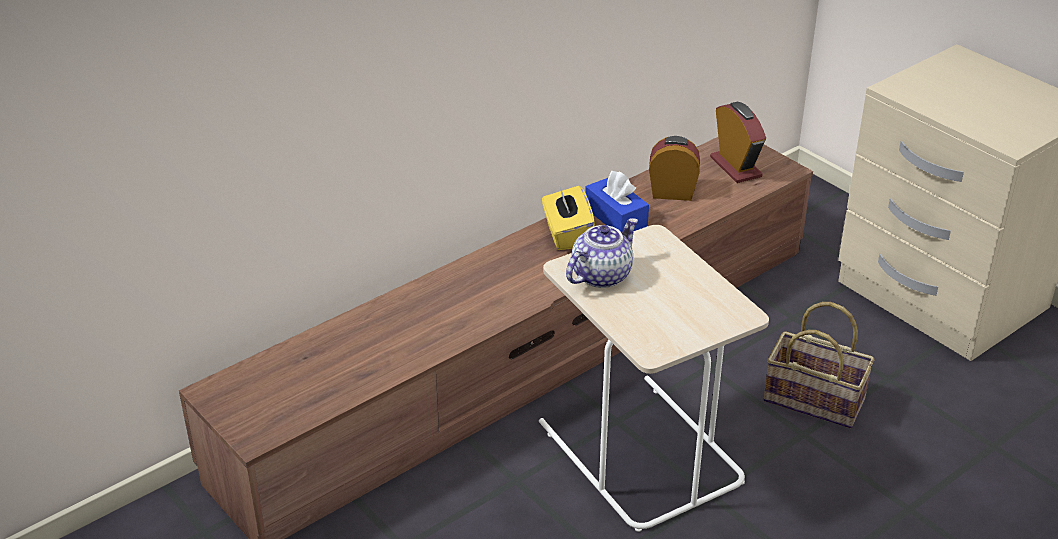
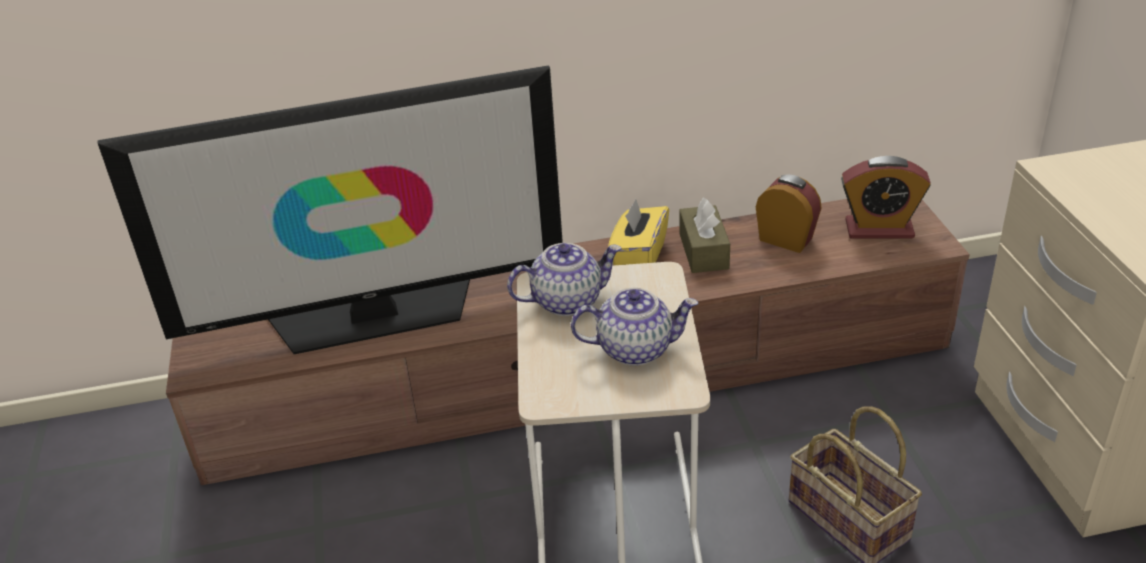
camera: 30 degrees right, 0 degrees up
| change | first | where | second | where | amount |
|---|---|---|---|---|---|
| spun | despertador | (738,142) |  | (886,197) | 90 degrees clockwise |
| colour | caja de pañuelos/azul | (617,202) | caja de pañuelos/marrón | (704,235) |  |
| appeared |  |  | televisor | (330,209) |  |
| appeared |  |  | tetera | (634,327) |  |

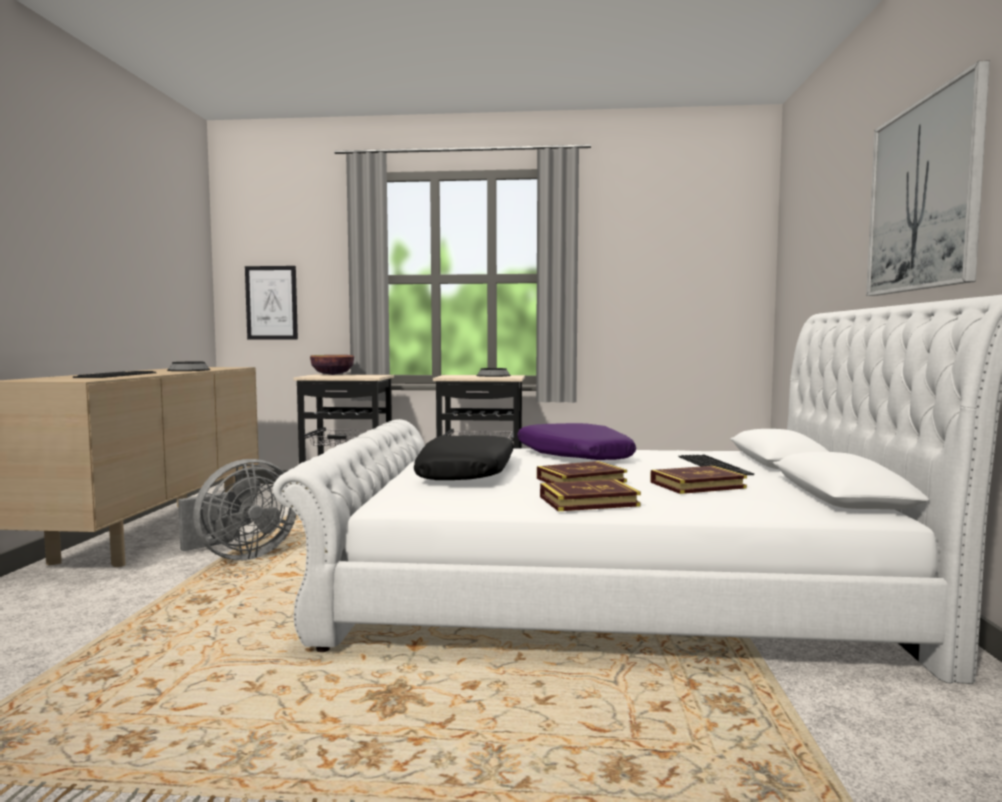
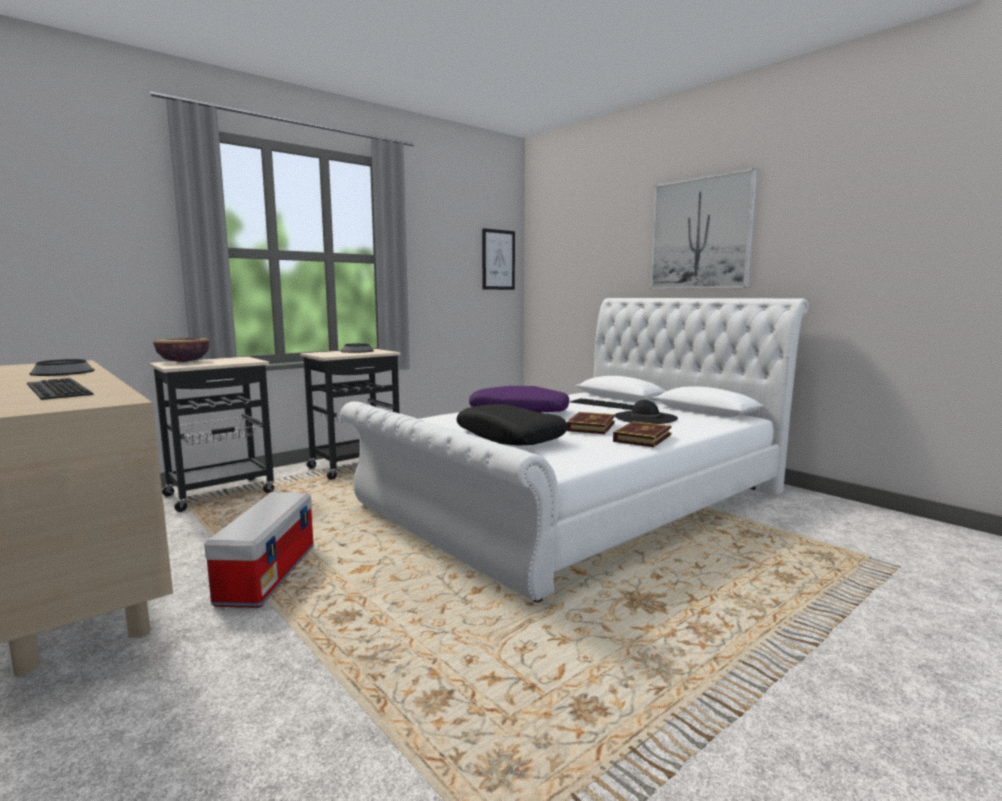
camera: 45 degrees left, 5 degrees up
| change | first | where | second | where | amount |
|---|---|---|---|---|---|
| relocated | cuadro | (271,302) |  | (498,259) |  |
| exchanged | ventilador/gris | (237,509) | caja de almacenaje | (259,550) |  |
| exchanged | libro | (698,480) | sombrero/negro | (646,412) |  |

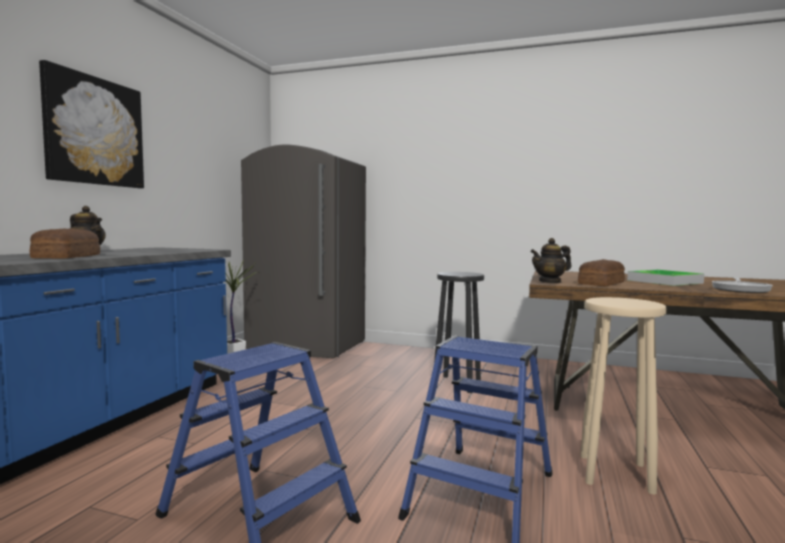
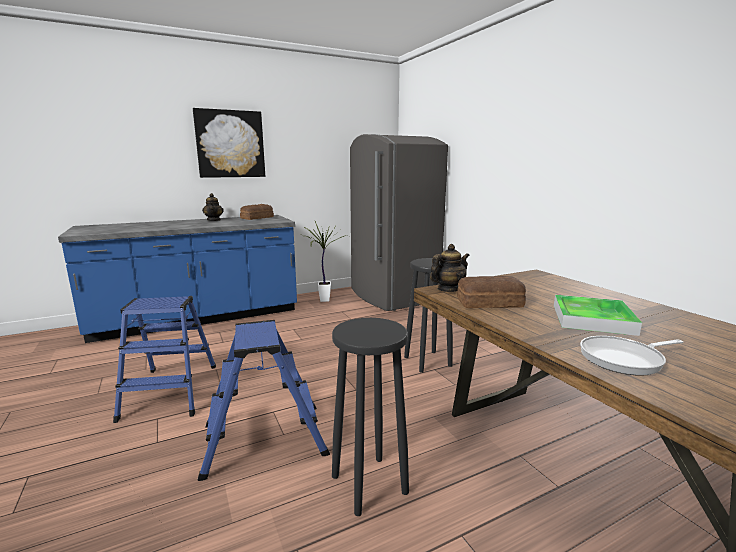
camera: 45 degrees right, 10 degrees up
| change | first | where | second | where | amount |
|---|---|---|---|---|---|
| relocated | pan | (65,243) |  | (257,212) |  |
| spun | tetera | (550,260) |  | (450,268) | 120 degrees clockwise |
| colour | taburete/beis | (623,395) | taburete/negro | (370,417) |  |

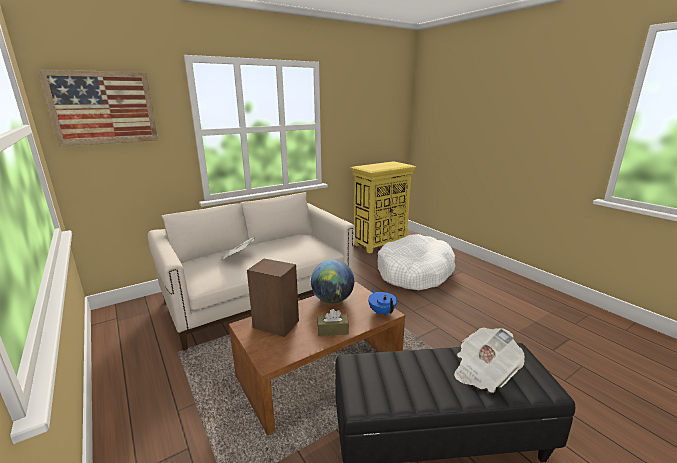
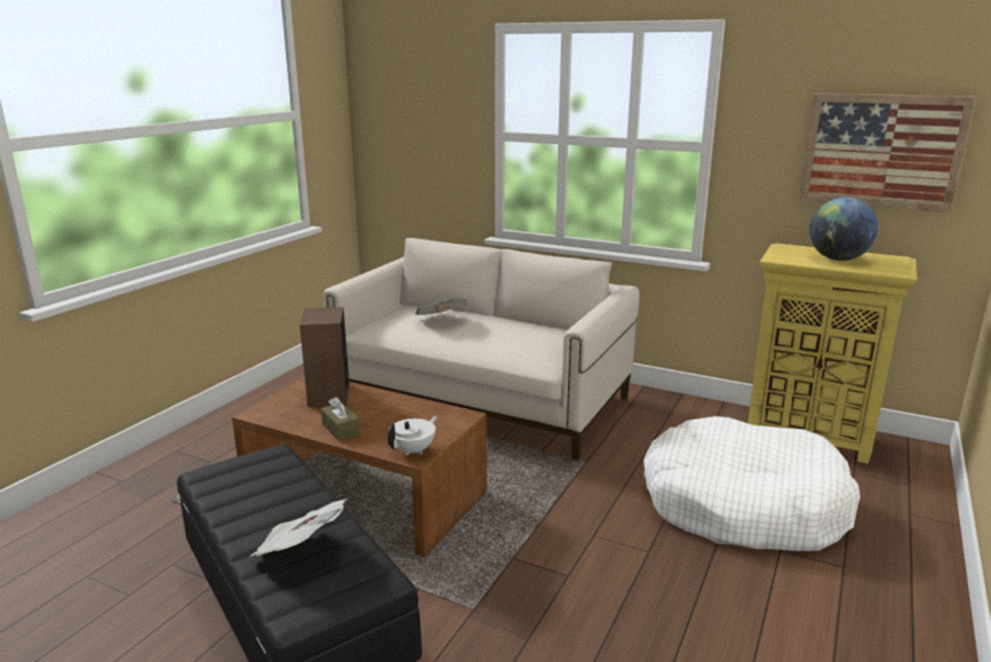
camera: 60 degrees right, 0 degrees up
| change | first | where | second | where | amount |
|---|---|---|---|---|---|
| relocated | cuadro | (98,108) |  | (887,153) |  |
| relocated | globo terráqueo | (332,281) |  | (843,229) |  |
| colour | tetera/azul | (382,302) | tetera/blanco | (412,435) |  |

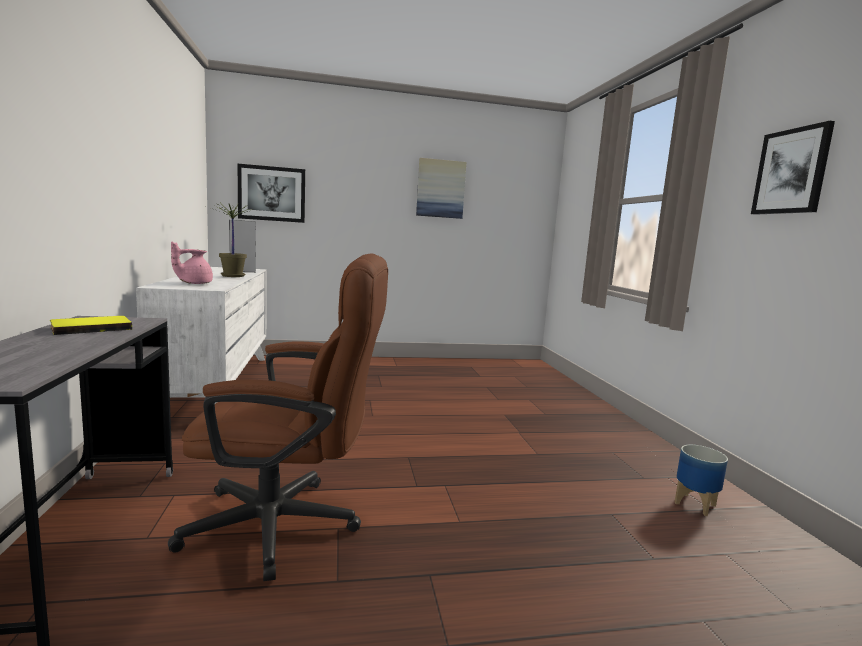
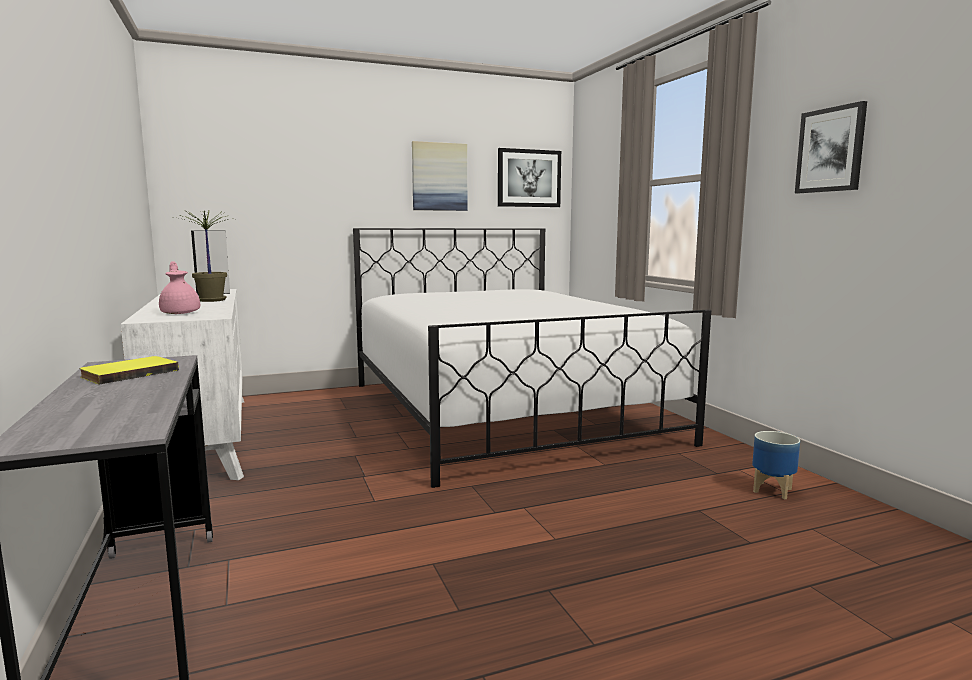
camera: 10 degrees left, 0 degrees up
| change | first | where | second | where | amount |
|---|---|---|---|---|---|
| relocated | cuadro | (271,193) |  | (529,177) |  |
| spun | tetera/rosa | (192,262) |  | (179,287) | 120 degrees clockwise |
| missing | silla de oficina/marrón | (278,417) |  |  |  |
| appeared |  |  | cama/blanco | (532,358) |  |

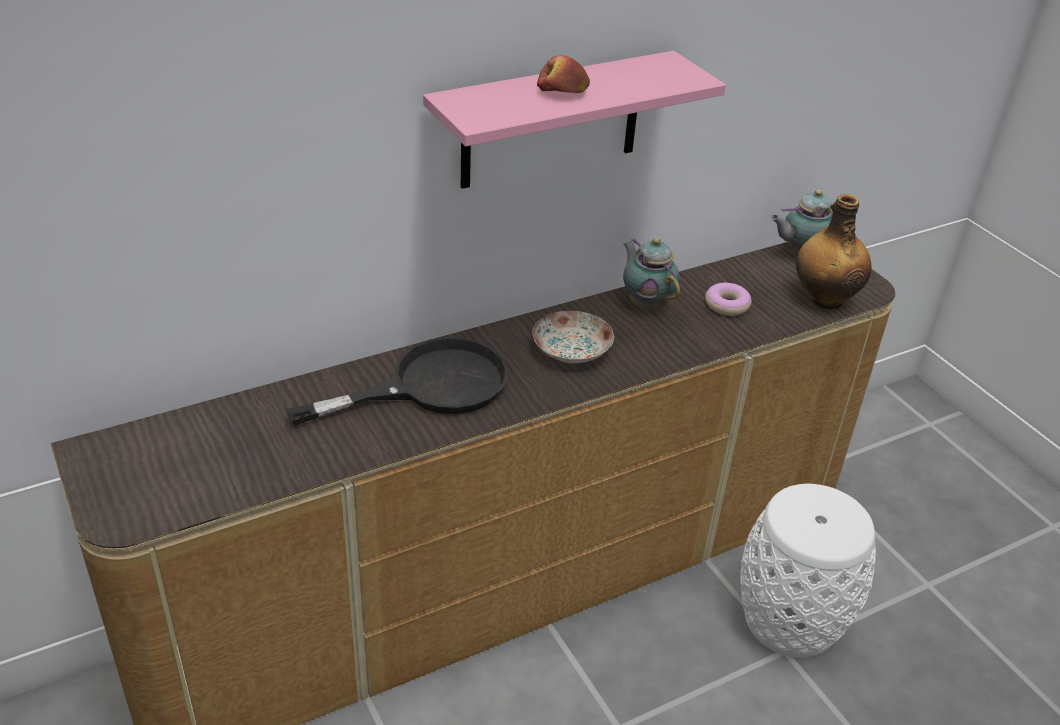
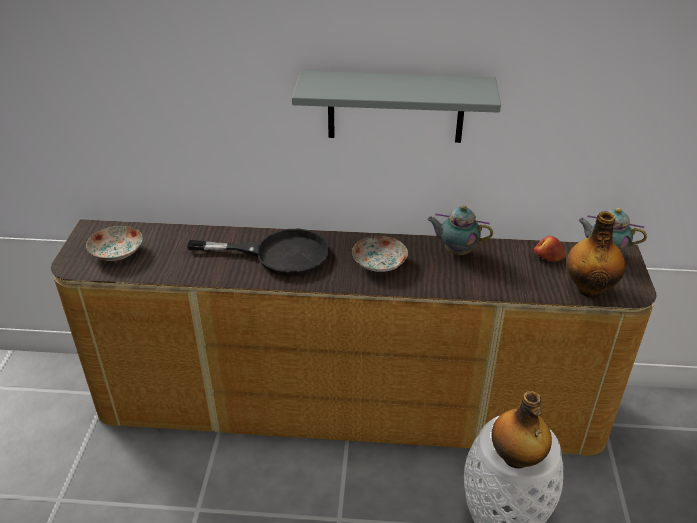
camera: 35 degrees right, 0 degrees up
| change | first | where | second | where | amount |
|---|---|---|---|---|---|
| colour | estante/rosa | (574,120) | estante/gris | (396,107) |  |
| relocated | manzana | (563,74) |  | (549,249) |  |
| spun | tetera | (651,273) |  | (460,230) | 75 degrees counterclockwise |
| missing | rosquilla | (728,299) |  |  |  |
| appeared |  |  | plato | (114,243) |  |
| appeared |  |  | botella | (522,429) |  |

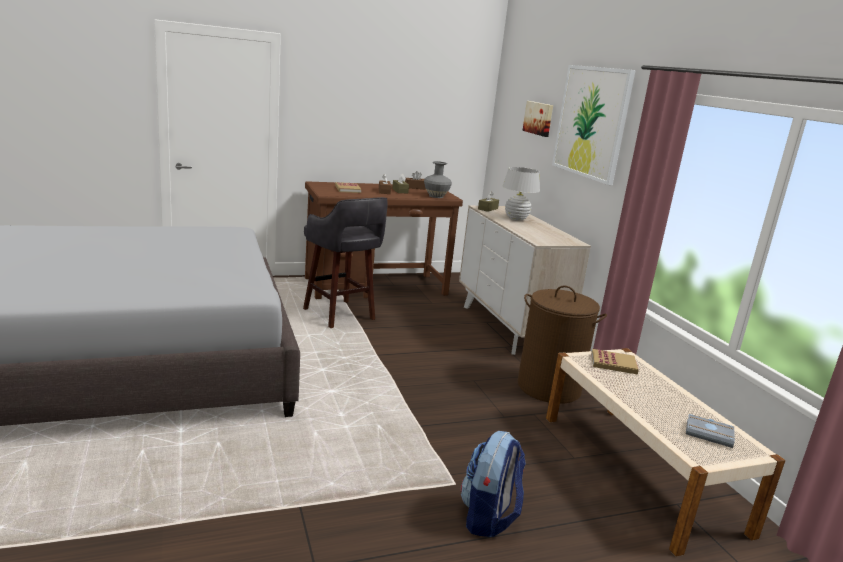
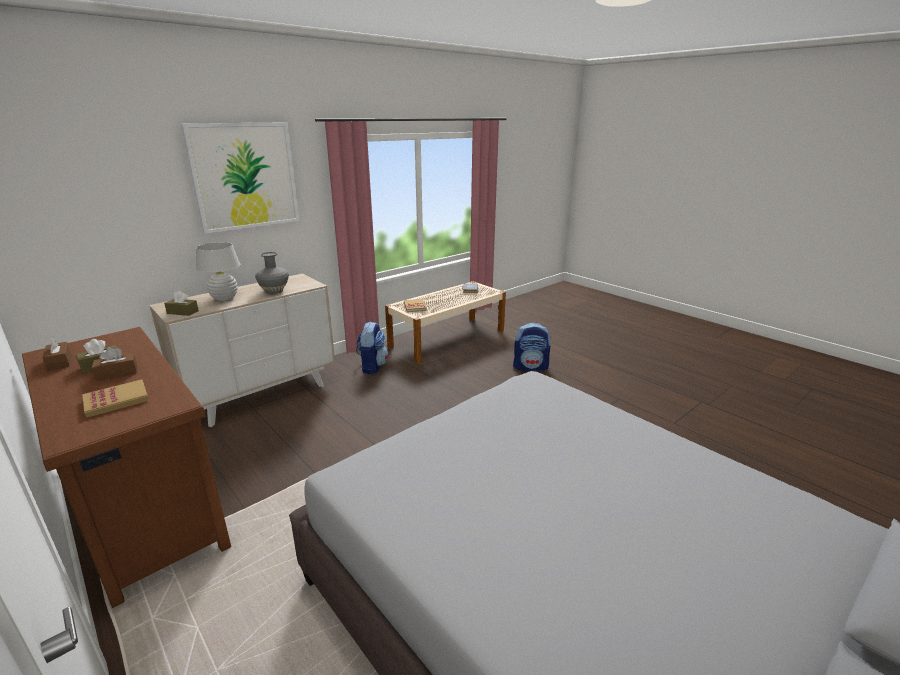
camera: 110 degrees left, 5 degrees up
| change | first | where | second | where | amount |
|---|---|---|---|---|---|
| missing | cuadro | (537,119) |  |  |  |
| relocated | florero/gris | (438,179) |  | (272,273) |  |
| missing | taburete/gris | (345,262) |  |  |  |
| exchanged | cesto de la ropa/marrón | (562,344) | mochila | (372,348) |  |

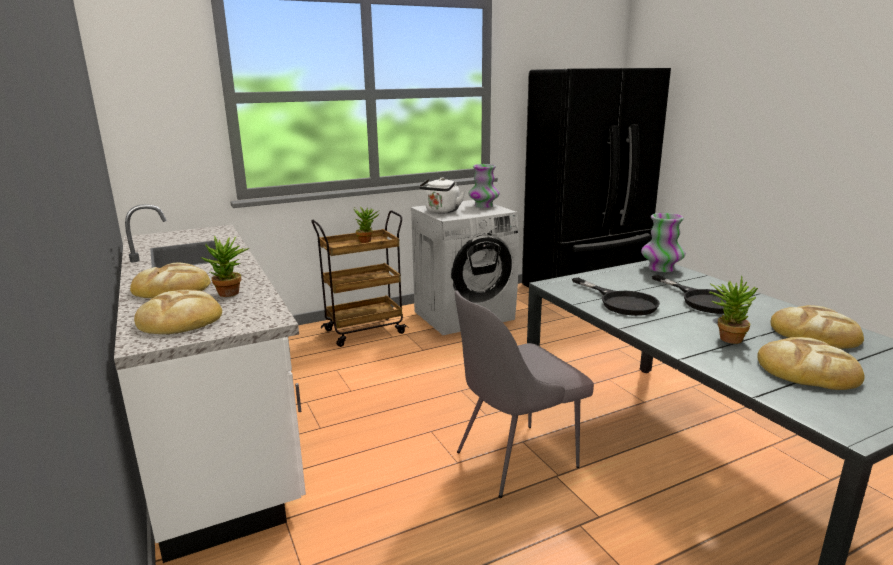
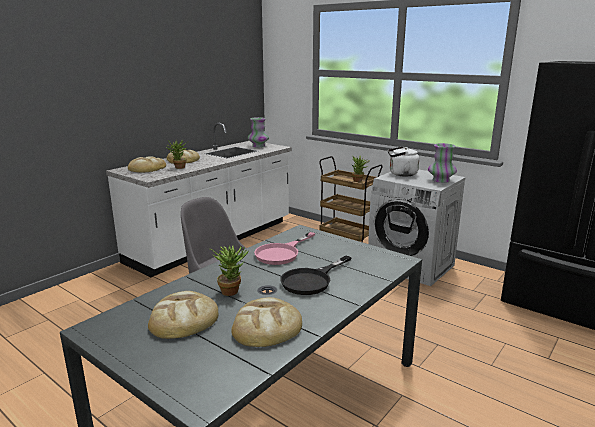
camera: 65 degrees right, 0 degrees up
| change | first | where | second | where | amount |
|---|---|---|---|---|---|
| relocated | florero | (663,242) |  | (258,132) |  |
| colour | sartén/negro | (616,297) | sartén/rosa | (284,248) |  |

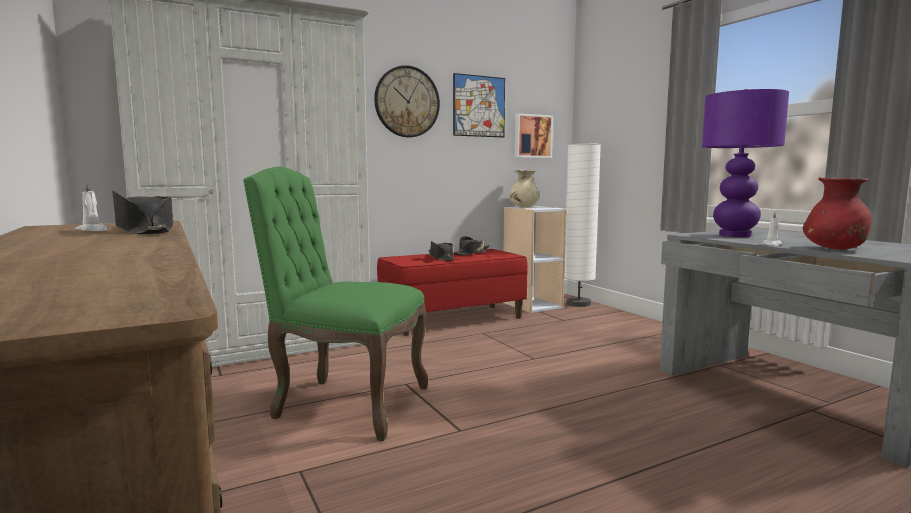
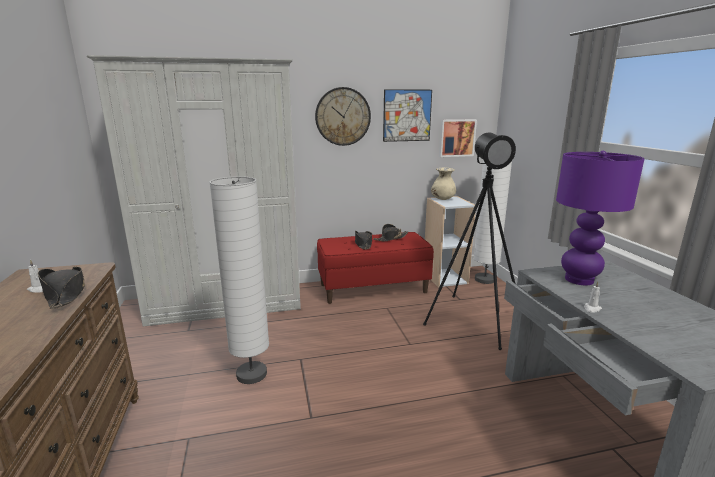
camera: 15 degrees right, 10 degrees up
| change | first | where | second | where | amount |
|---|---|---|---|---|---|
| exchanged | silla/verde | (335,303) | lámpara de pie/blanco | (239,280) |  |
| missing | florero/rojo | (837,213) |  |  |  |
| appeared |  |  | lámpara de pie/negro | (469,241) |  |

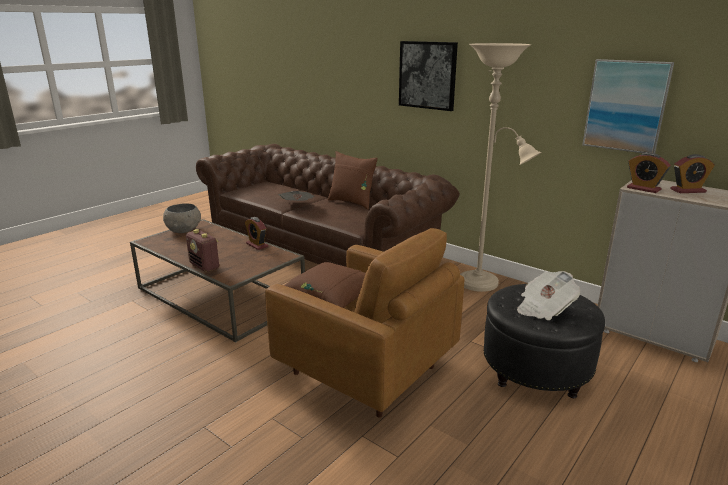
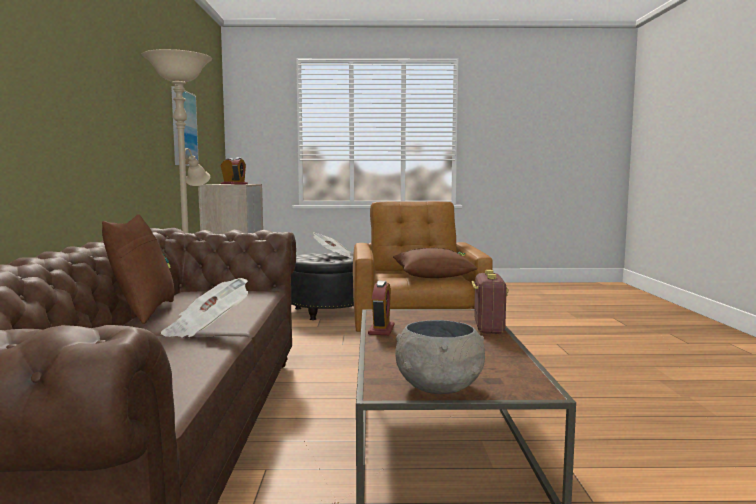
camera: 130 degrees left, 15 degrees down
| change | first | where | second | where | amount |
|---|---|---|---|---|---|
| missing | cuadro | (428,76) |  |  |  |

